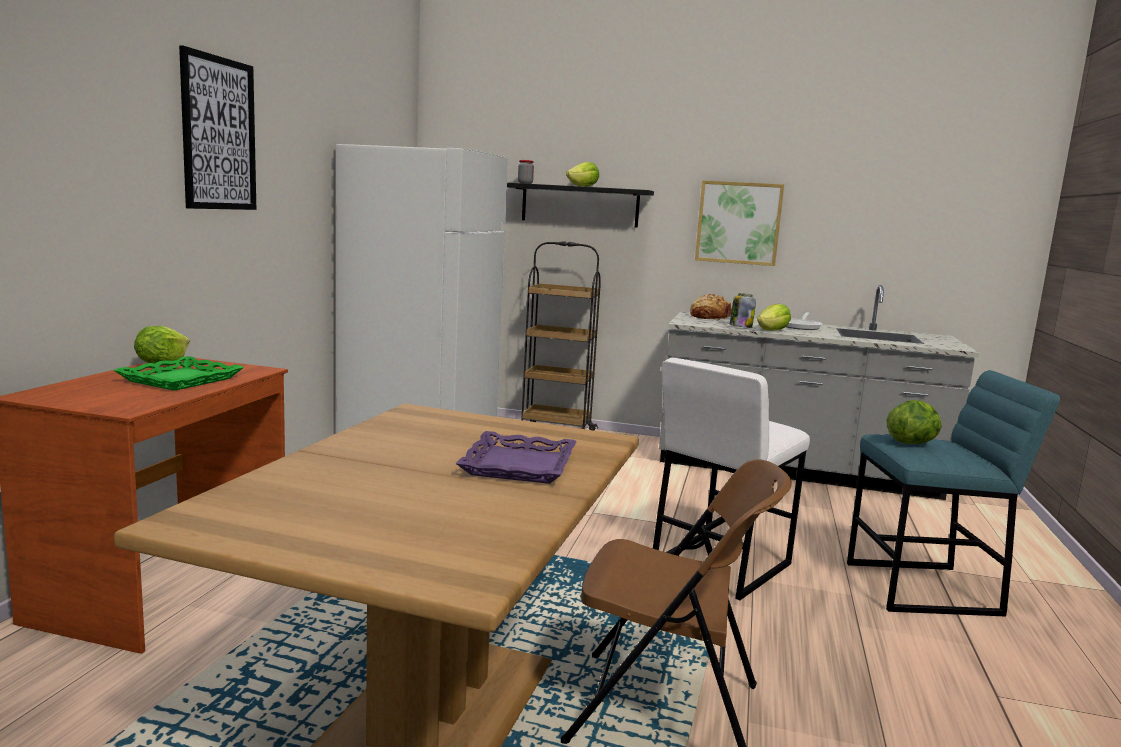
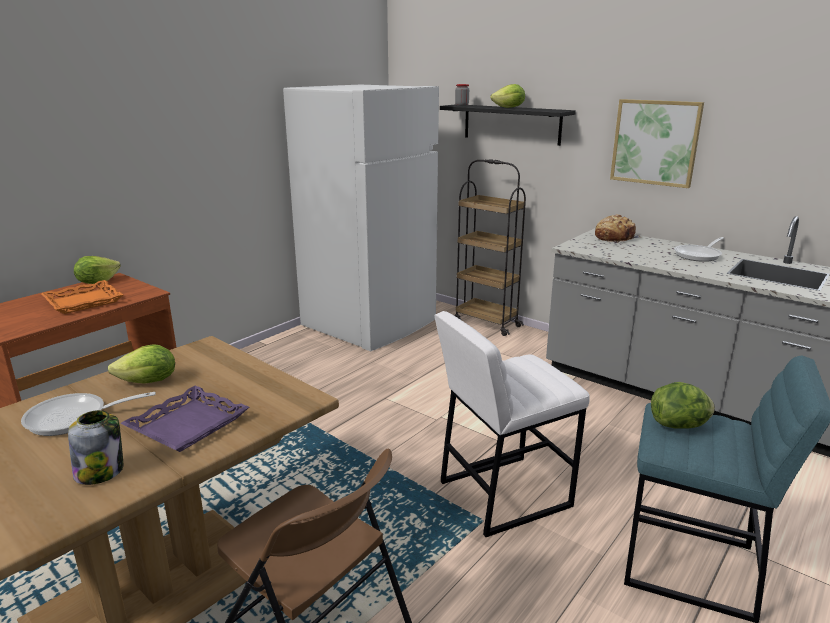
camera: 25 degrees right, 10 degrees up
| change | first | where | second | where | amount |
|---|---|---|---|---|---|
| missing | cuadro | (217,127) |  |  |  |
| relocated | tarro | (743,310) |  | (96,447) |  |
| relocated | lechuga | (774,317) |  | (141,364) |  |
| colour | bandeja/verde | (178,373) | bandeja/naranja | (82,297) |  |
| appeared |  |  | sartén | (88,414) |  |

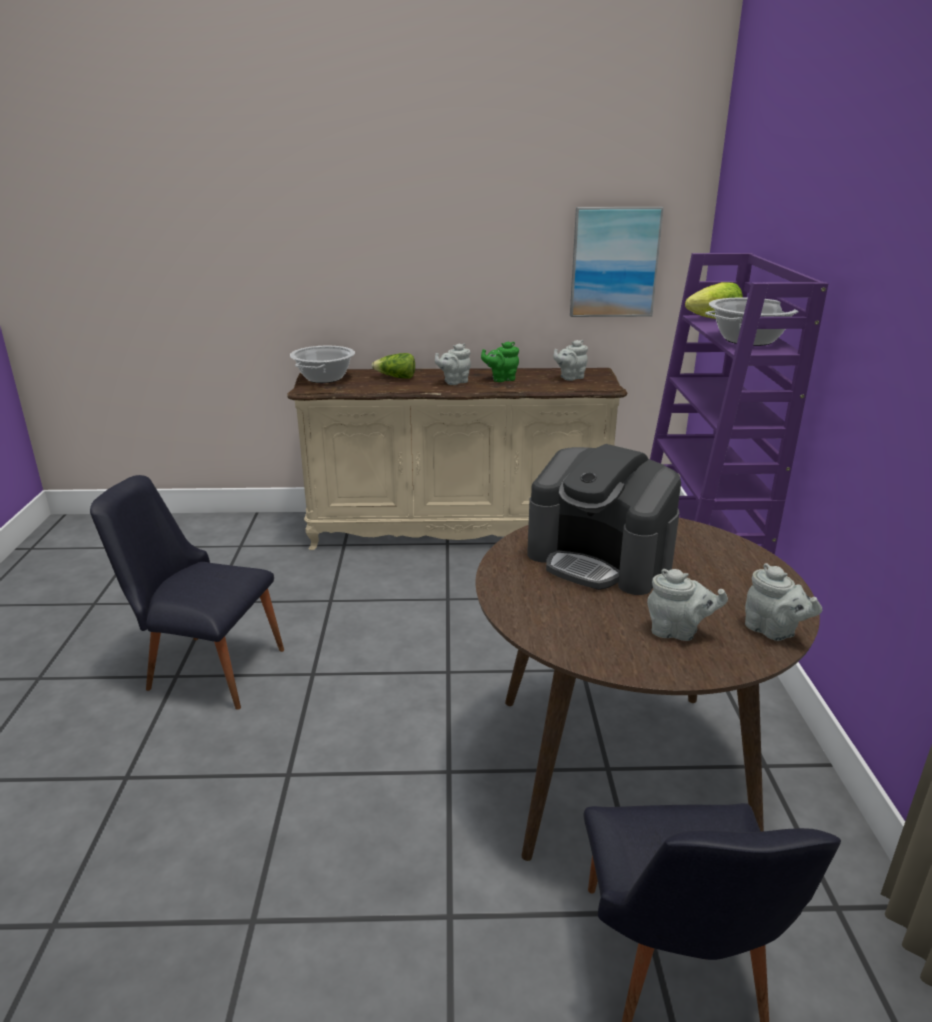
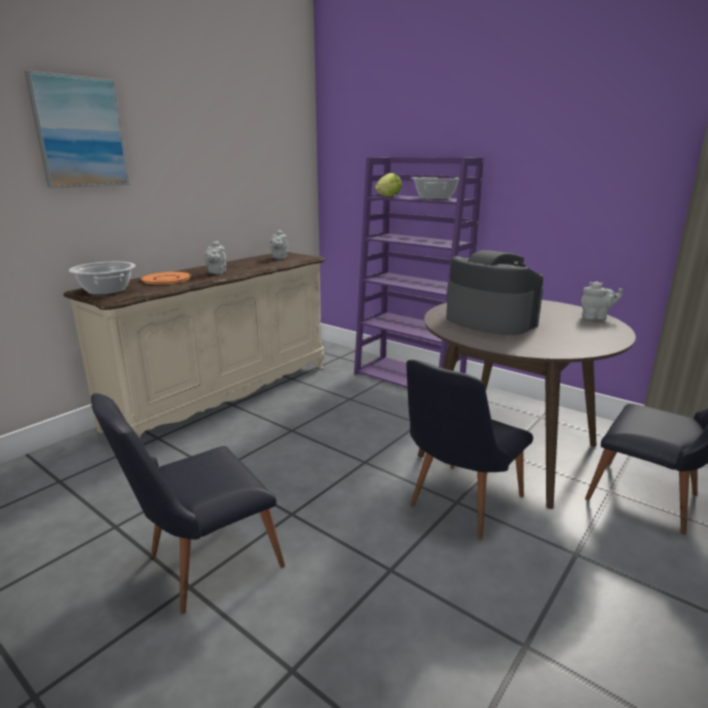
camera: 50 degrees left, 5 degrees down
| change | first | where | second | where | amount |
|---|---|---|---|---|---|
| relocated | cuadro | (617,262) |  | (77,129) |  |
| missing | tetera/verde | (500,362) |  |  |  |
| exchanged | lechuga | (393,366) | plato/naranja | (166,278) |  |
| spun | cafetera | (604,519) |  | (494,292) | 120 degrees counterclockwise |
| missing | tetera/gris | (687,605) |  |  |  |
| appeared |  |  | silla/negro | (469,450) |  |

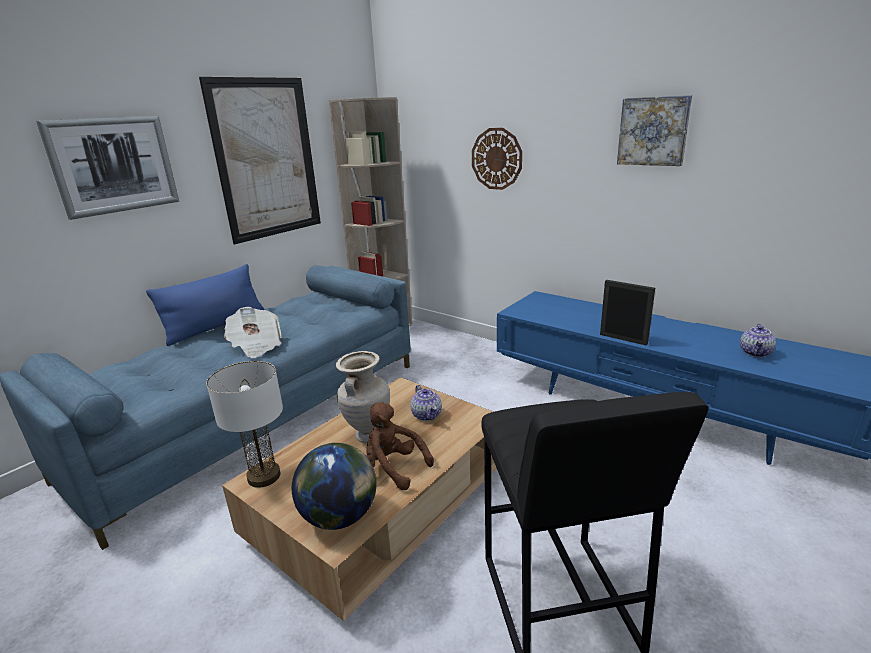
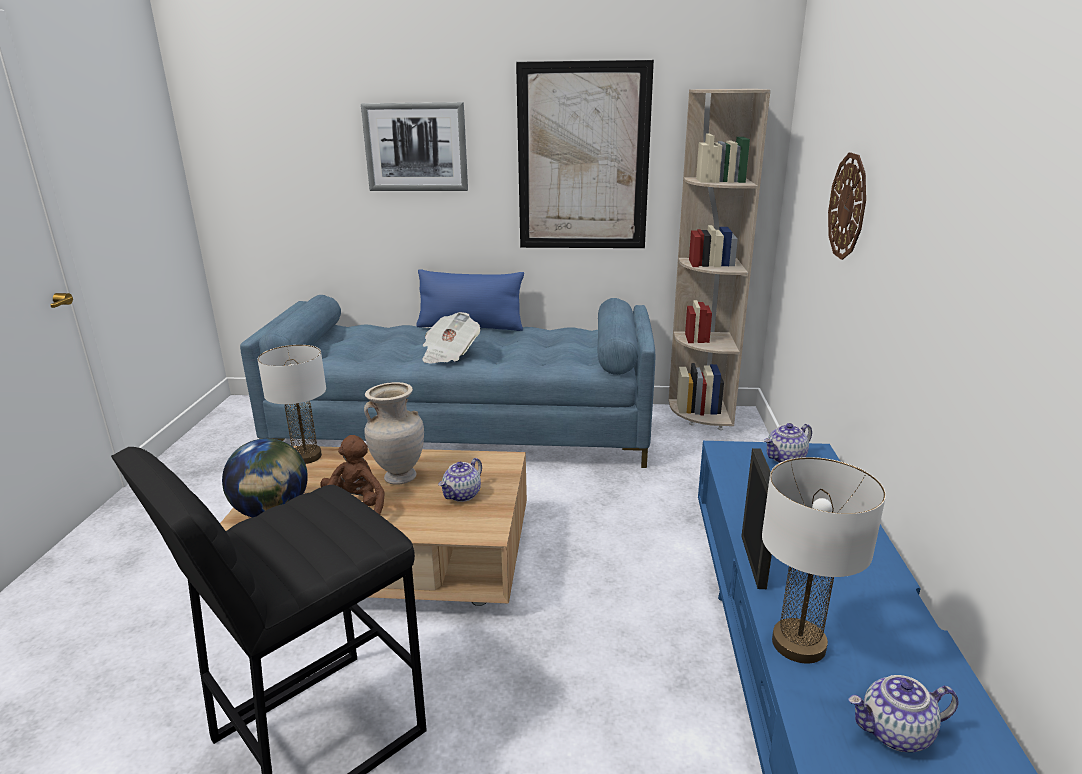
camera: 55 degrees right, 0 degrees up
| change | first | where | second | where | amount |
|---|---|---|---|---|---|
| missing | cuadro | (654,130) |  |  |  |
| appeared |  |  | tetera | (788,443) |  |
| appeared |  |  | lámpara de mesa | (824,560) |  |

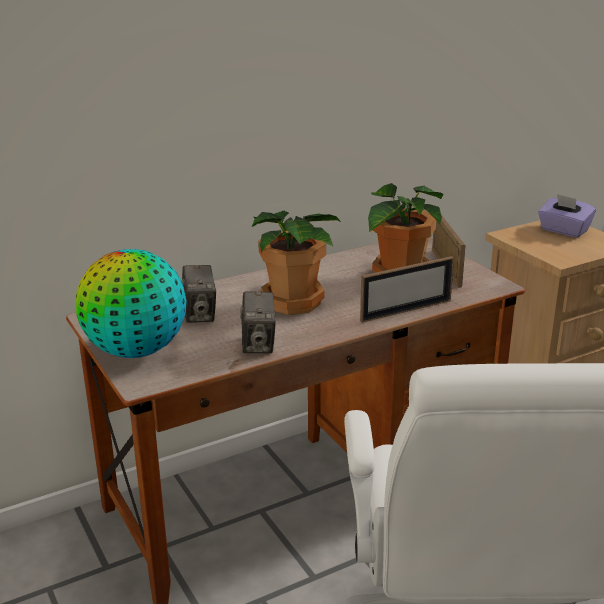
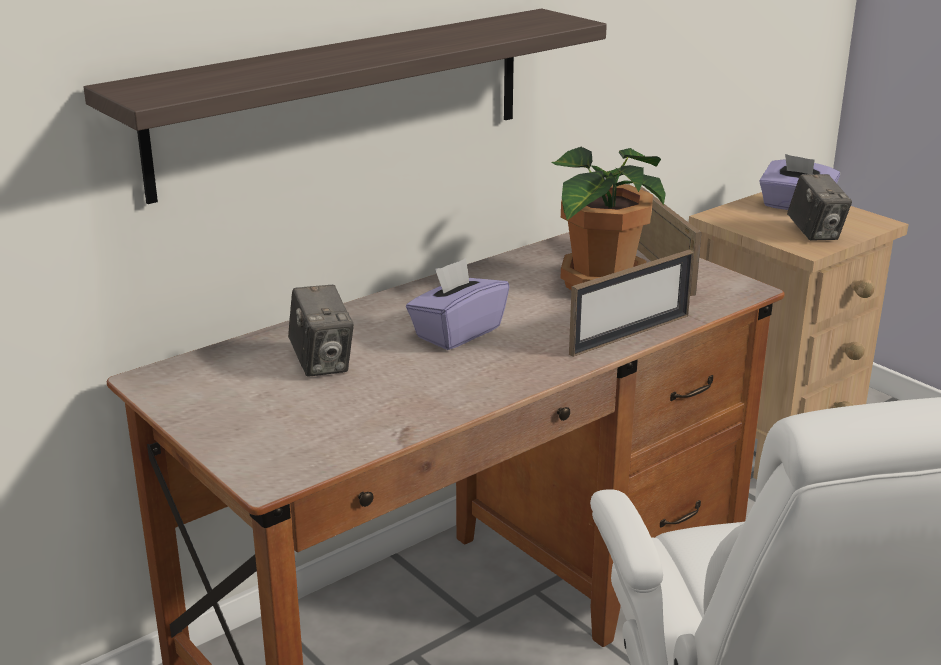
camera: 10 degrees left, 0 degrees up
| change | first | where | second | where | amount |
|---|---|---|---|---|---|
| exchanged | planta en maceta | (297,263) | caja de pañuelos/morado | (457,304) |  |
| missing | globo terráqueo | (131,303) |  |  |  |
| relocated | cámara | (258,322) |  | (819,207) |  |
| appeared |  |  | estante | (345,106) |  |

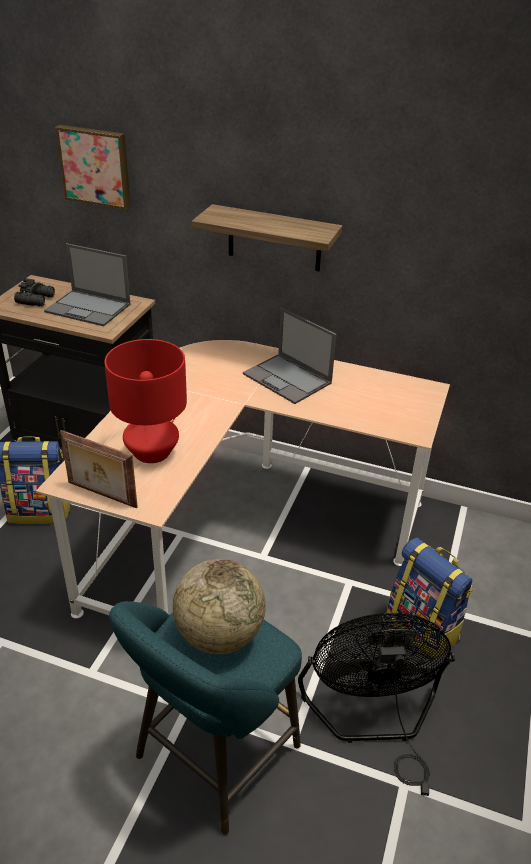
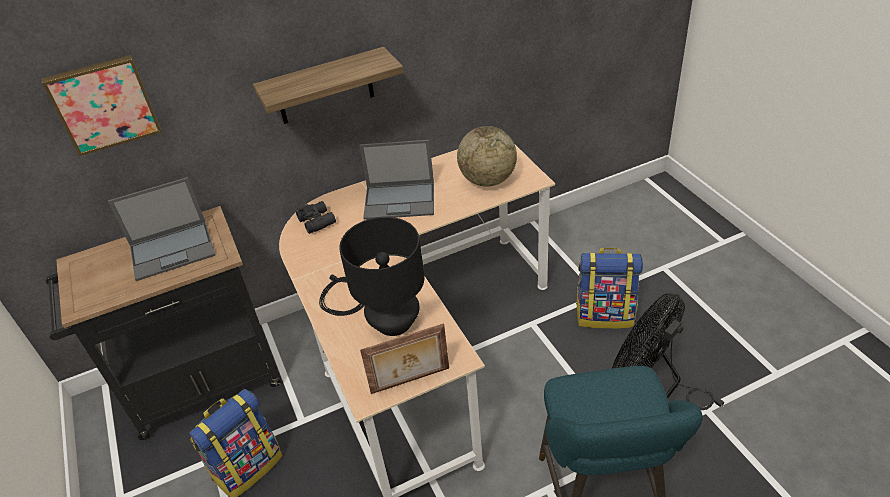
camera: 40 degrees left, 5 degrees up
| change | first | where | second | where | amount |
|---|---|---|---|---|---|
| relocated | prismáticos/negro | (34,292) |  | (316,217) |  |
| colour | lámpara de mesa/rojo | (145,401) | lámpara de mesa/negro | (372,276) |  |
| relocated | globo terráqueo | (219,606) |  | (487,156) |  |

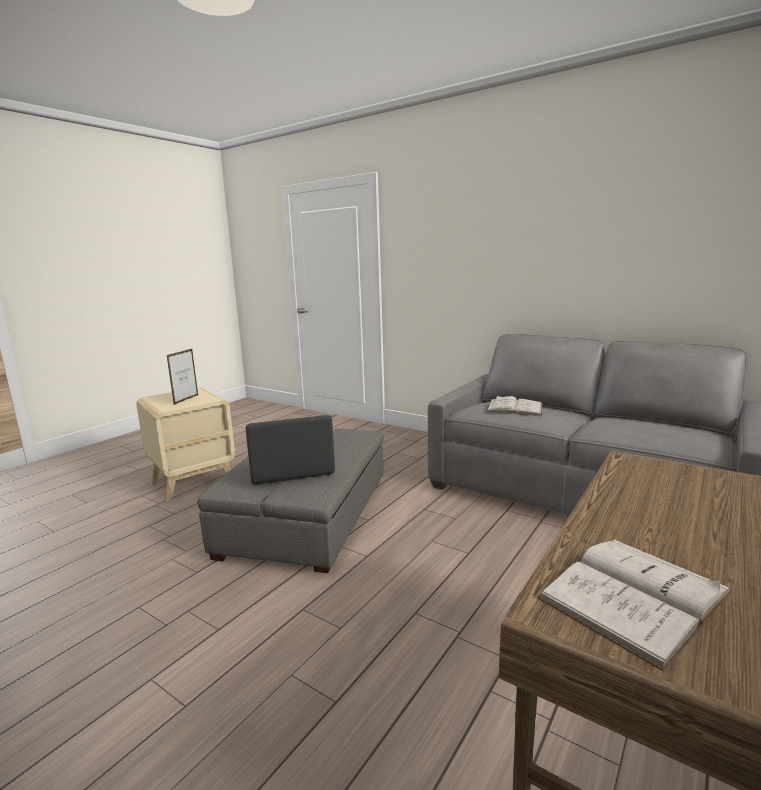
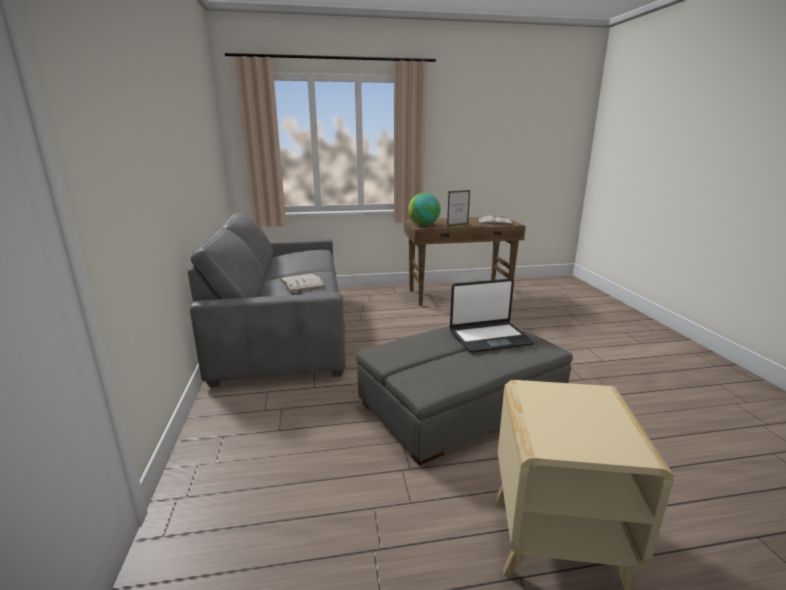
camera: 135 degrees left, 5 degrees up
| change | first | where | second | where | amount |
|---|---|---|---|---|---|
| relocated | portarretratos | (182,377) |  | (458,208) |  |
| spun | portátil | (290,450) |  | (492,316) | 45 degrees counterclockwise |
| appeared |  |  | globo terráqueo | (424,209) |  |

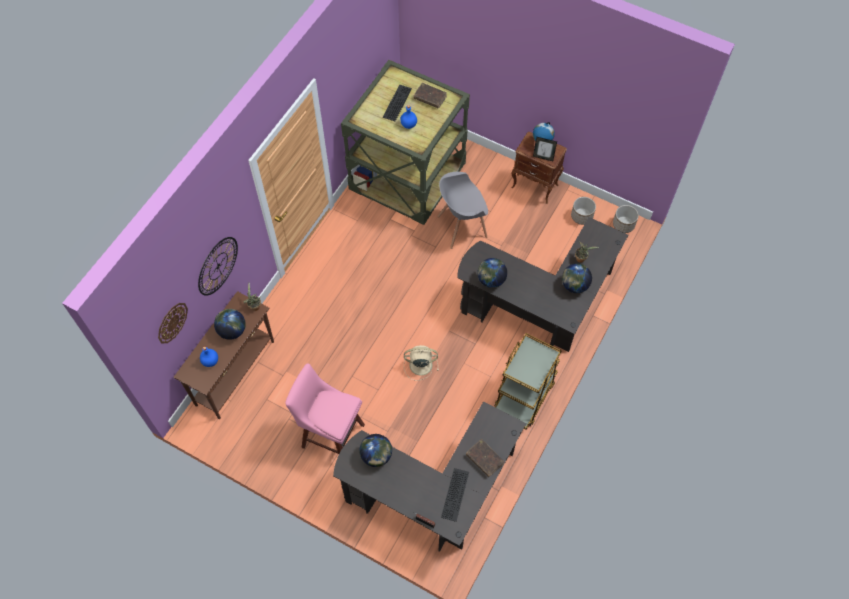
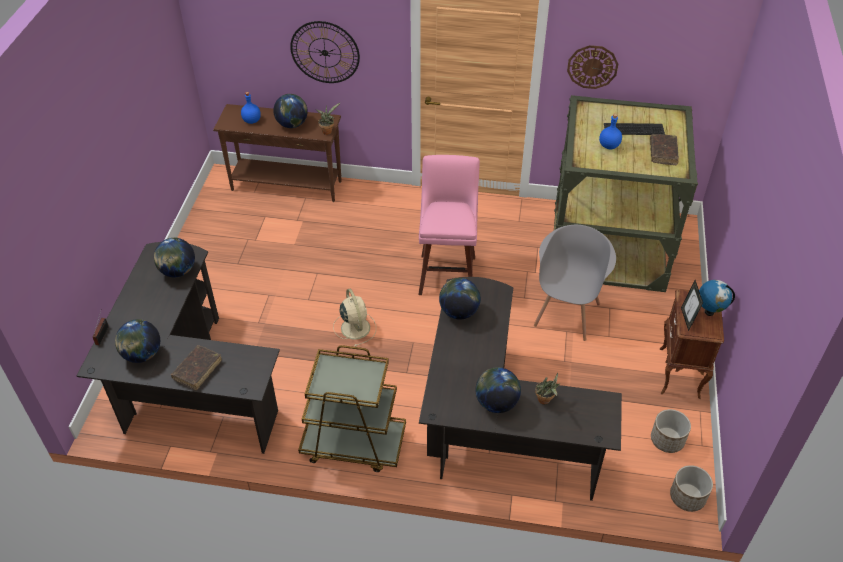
camera: 70 degrees right, 15 degrees down
| change | first | where | second | where | amount |
|---|---|---|---|---|---|
| spun | silla/gris | (462,210) |  | (575,283) | 60 degrees clockwise |
| relocated | reloj de pared | (173,323) |  | (592,67) |  |
| relocated | taburete/rosa | (325,409) |  | (449,225) |  |
| exchanged | teclado | (455,495) | globo terráqueo | (137,341) |  |

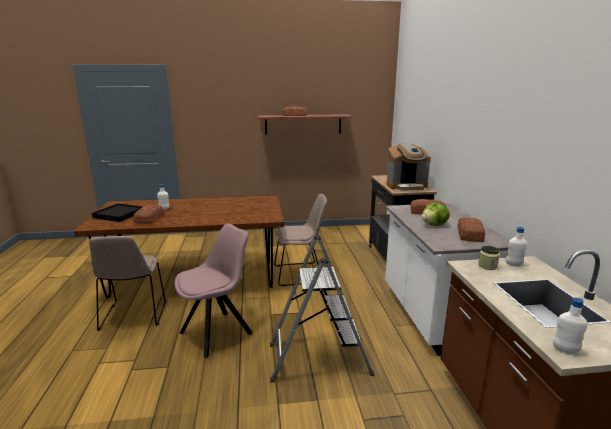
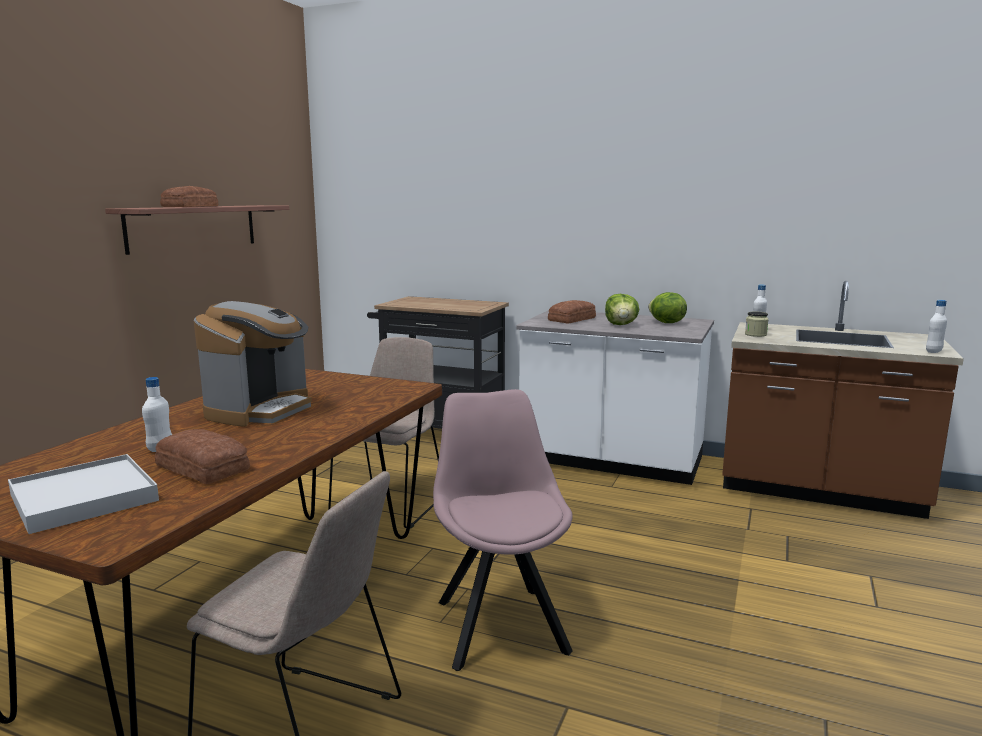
camera: 60 degrees left, 5 degrees down
| change | first | where | second | where | amount |
|---|---|---|---|---|---|
| relocated | cafetera | (409,167) |  | (253,364) |  |
| colour | bandeja/negro | (117,213) | bandeja/blanco | (83,494) |  |
| exchanged | pan | (471,229) | lechuga | (667,307) |  |
| missing | escalera de tijera/gris | (322,308) |  |  |  |

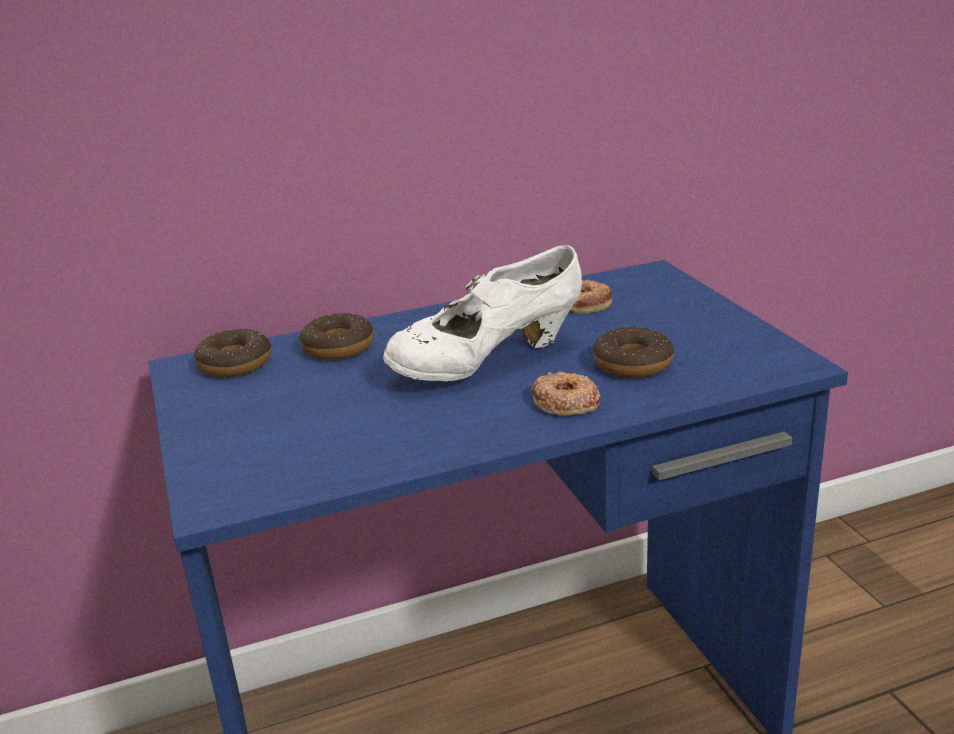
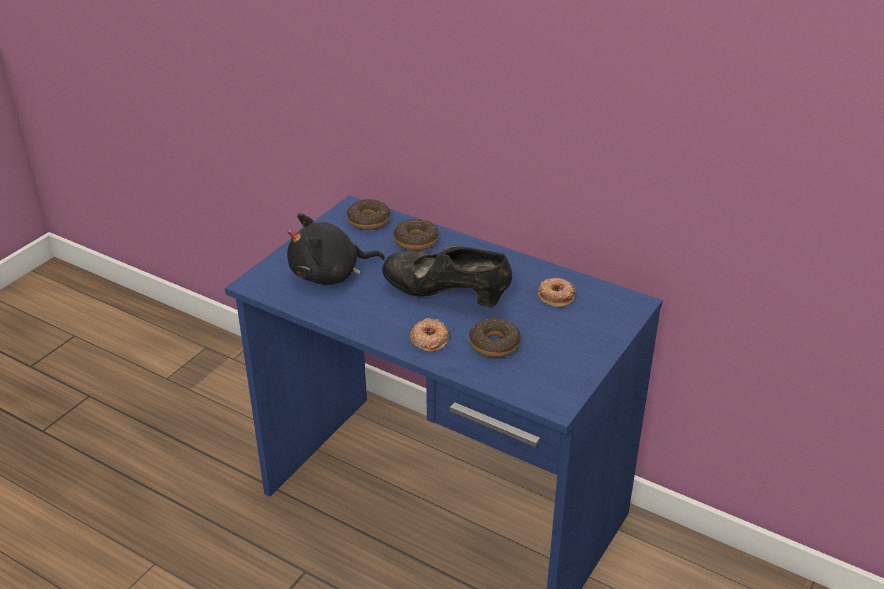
camera: 50 degrees right, 10 degrees up
| change | first | where | second | where | amount |
|---|---|---|---|---|---|
| colour | zapato/blanco | (482,313) | zapato/negro | (447,276) |  |
| appeared |  |  | peluche/negro | (336,249) |  |

